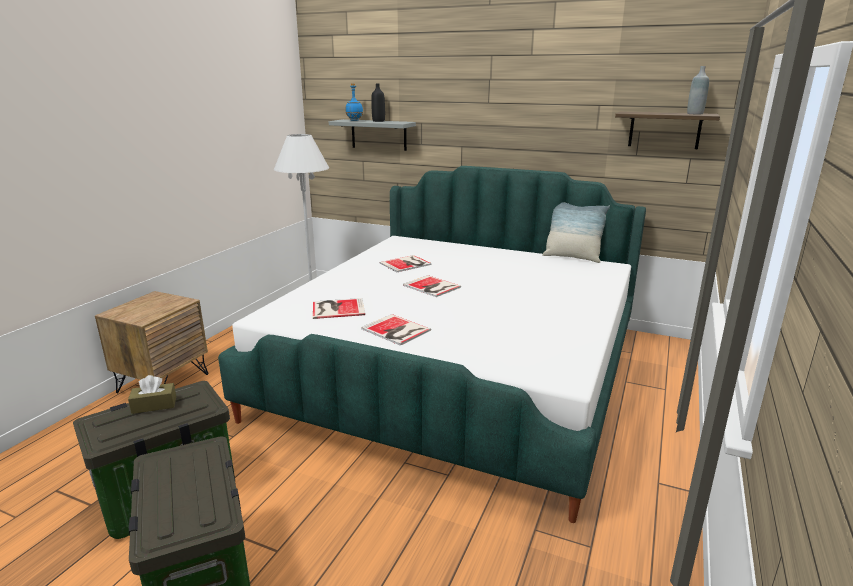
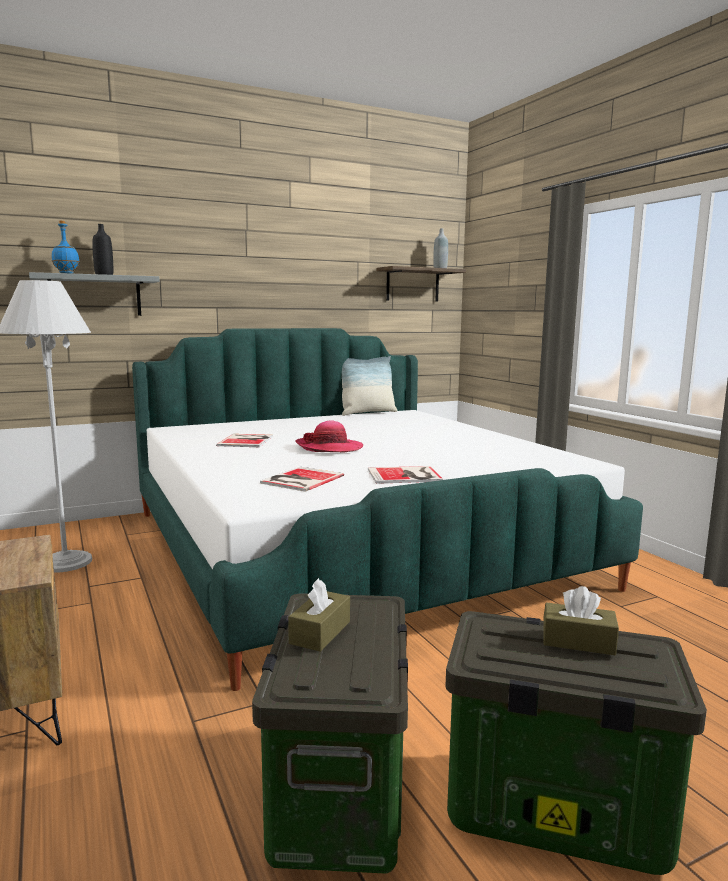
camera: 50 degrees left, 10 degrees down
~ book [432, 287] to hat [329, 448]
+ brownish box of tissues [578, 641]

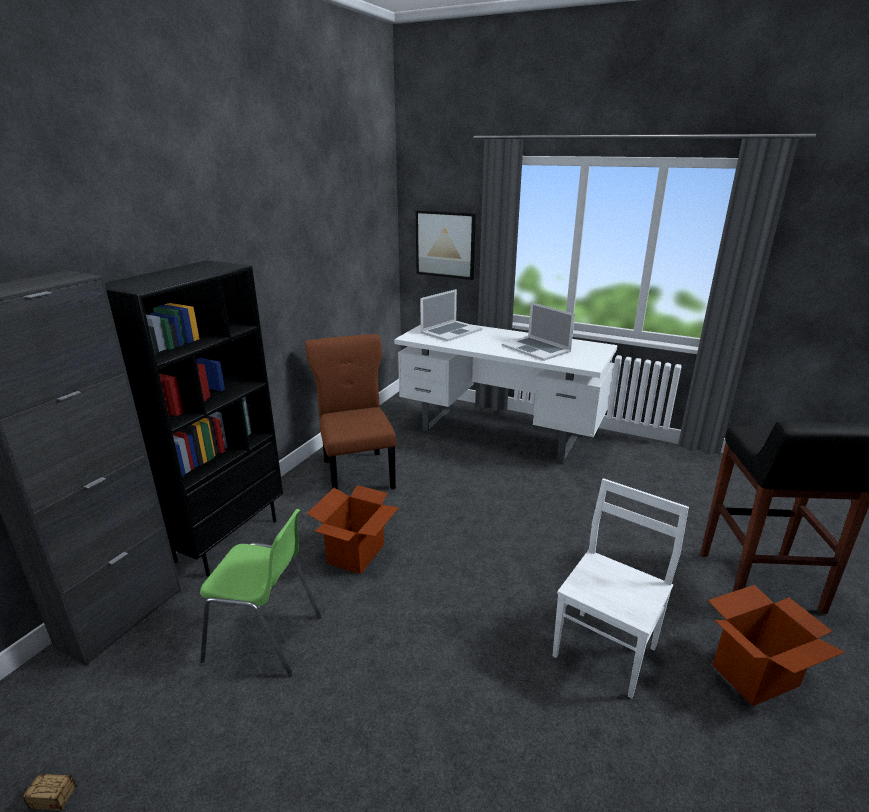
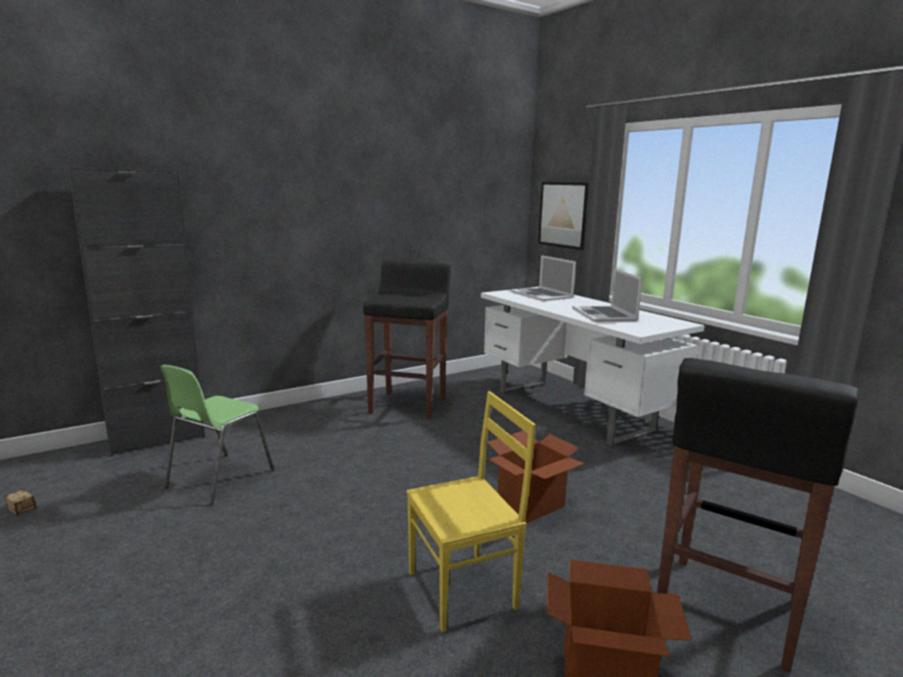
camera: 30 degrees right, 10 degrees down
~ green chair [265, 638] = [219, 479] 75 degrees clockwise
~ brownish chair [357, 472] to blackish stool seat [408, 405]
~ white-coloured chair [606, 651] to yellow chair [464, 590]
~ packing box [356, 554] to [530, 505]
~ portable computer [451, 331] = [542, 295] 75 degrees clockwise
- blackish bookcase [227, 539]

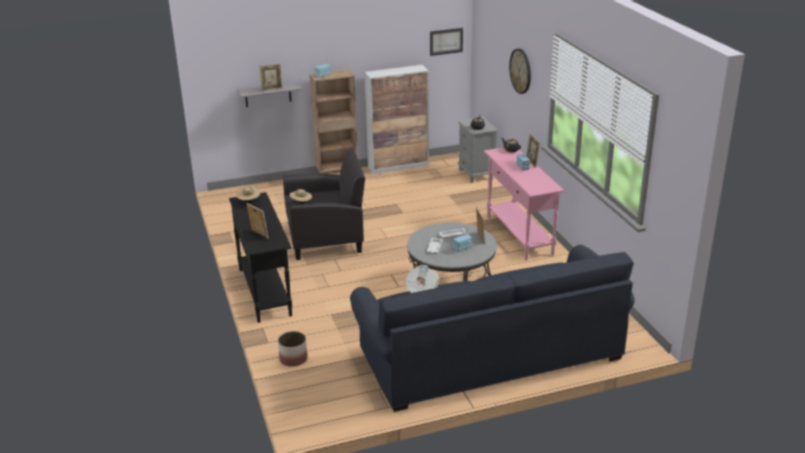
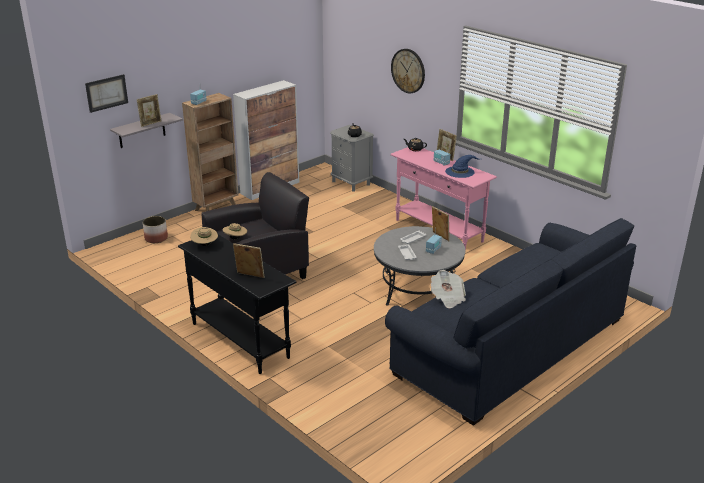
camera: 25 degrees left, 0 degrees up
~ wall art [446, 41] to [106, 93]
~ planter [293, 359] to [156, 238]
+ blue hat [460, 171]

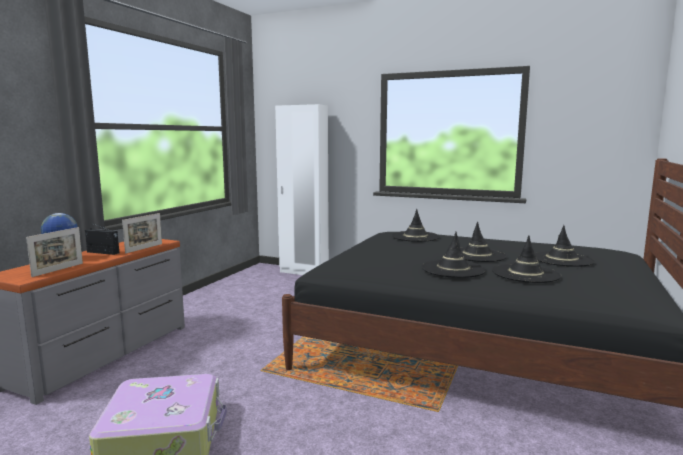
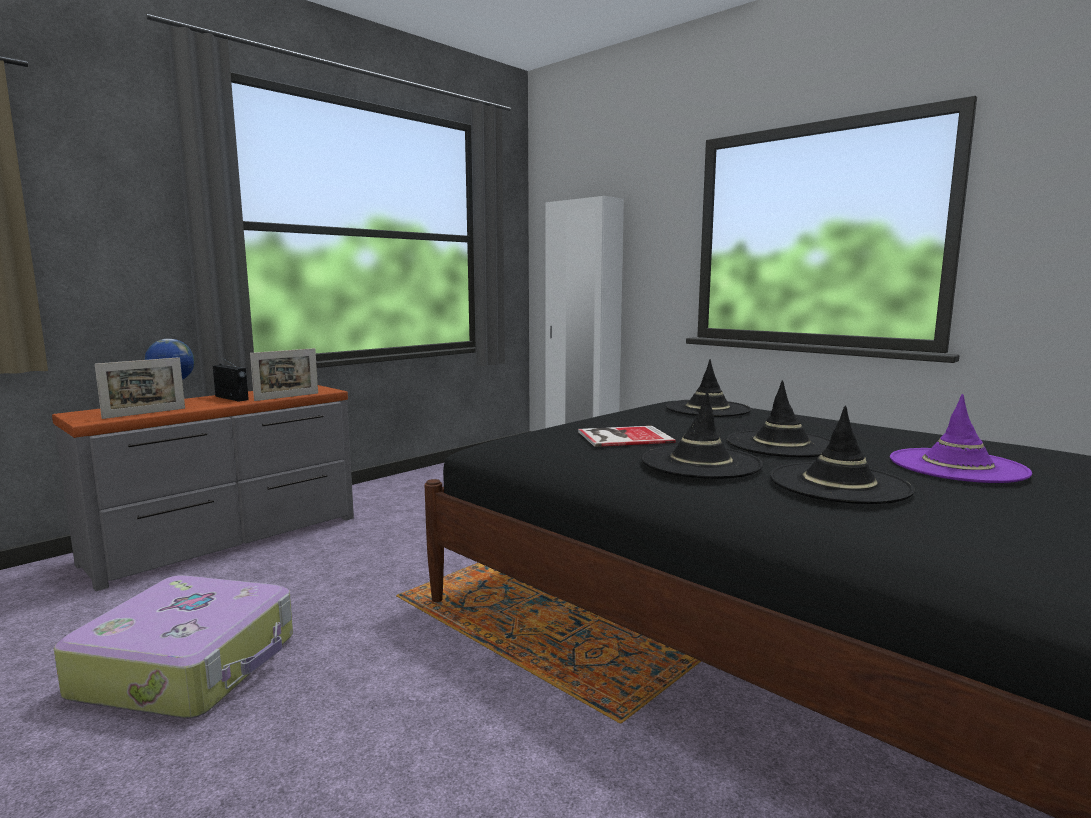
camera: 20 degrees right, 0 degrees up
+ book [622, 436]
~ blackish hat [562, 259] to purple hat [957, 466]

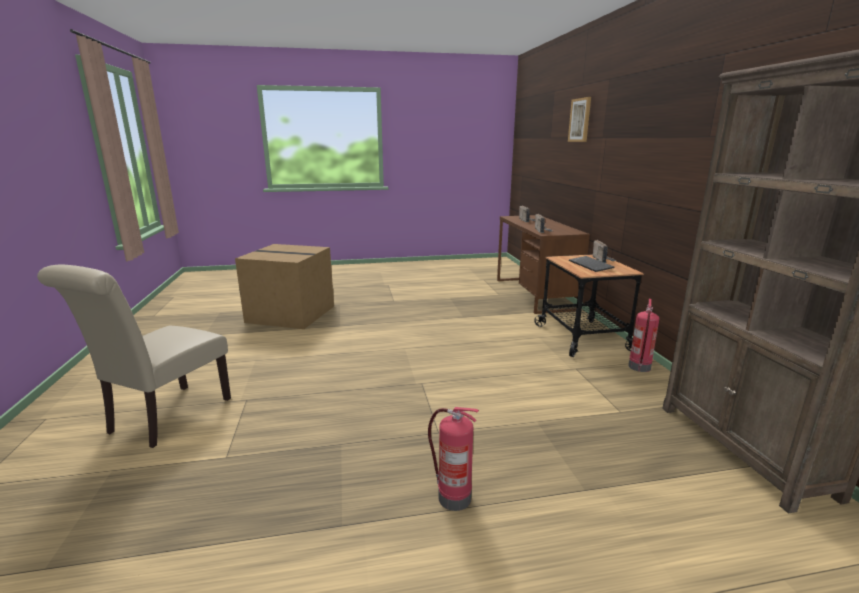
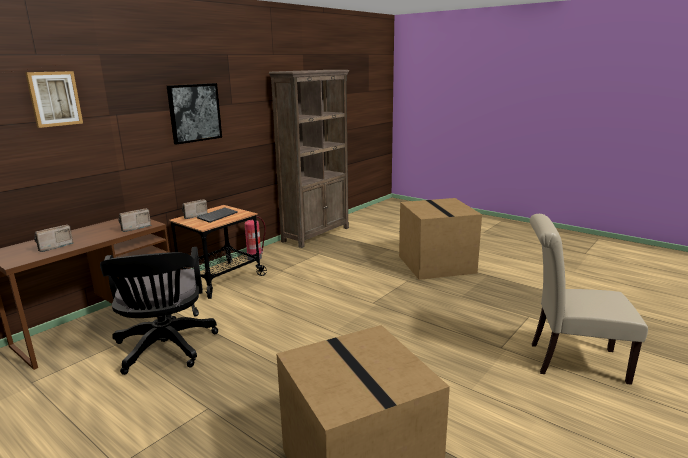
camera: 130 degrees left, 0 degrees up
+ blackish desk chair [165, 350]
+ wall art [194, 113]
~ fire extinguisher [452, 498] to packing box [437, 264]
~ beige chair [164, 418] = [570, 361] 150 degrees counterclockwise

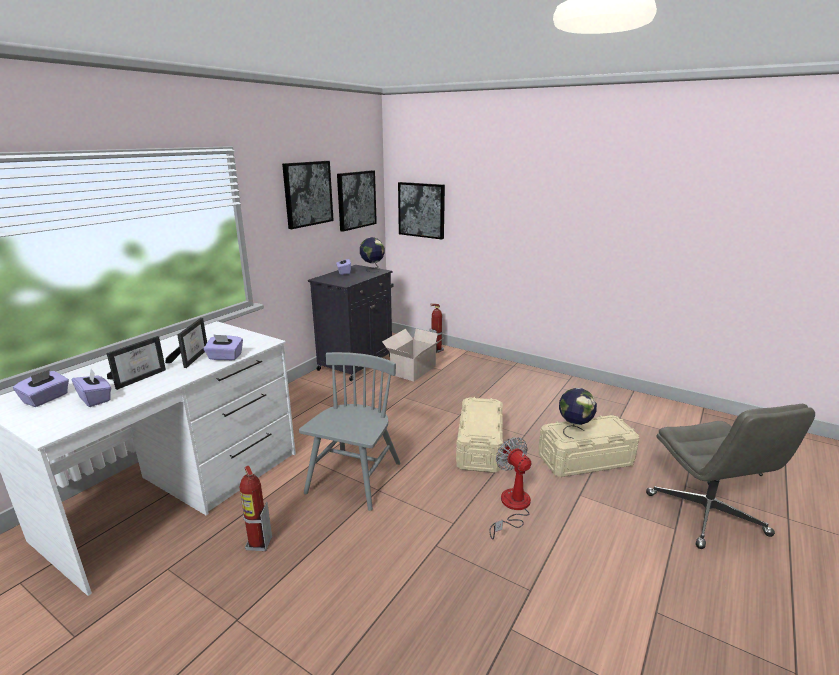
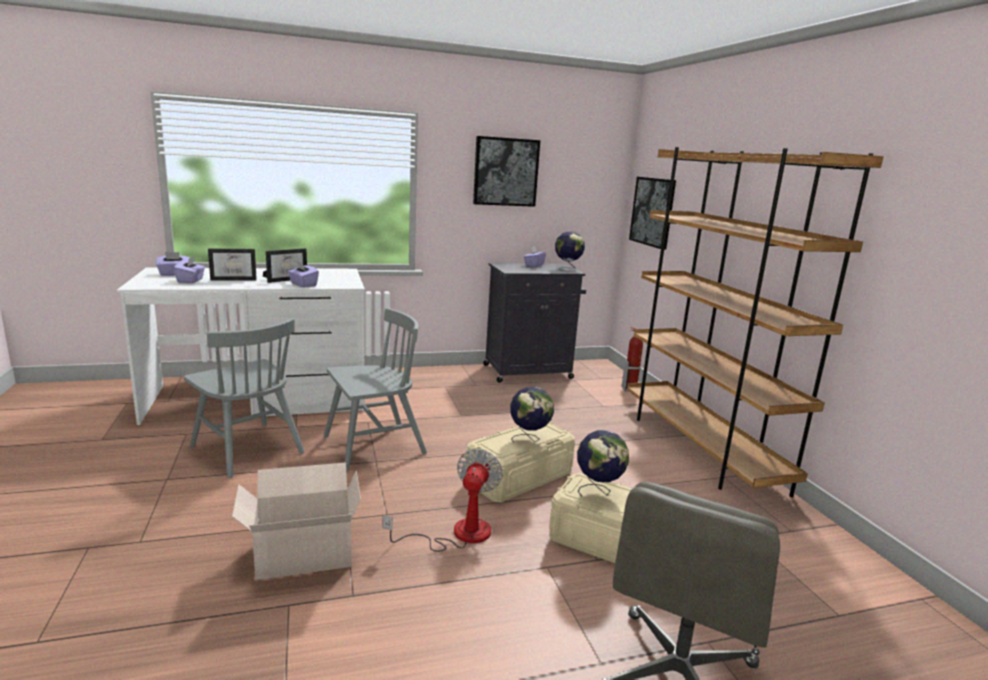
camera: 40 degrees right, 5 degrees down
~ fire extinguisher [258, 544] to gray chair [247, 449]
~ packing box [412, 370] to [301, 554]
+ world globe [529, 439]
+ brownish bookcase [700, 448]
- wall art [356, 200]

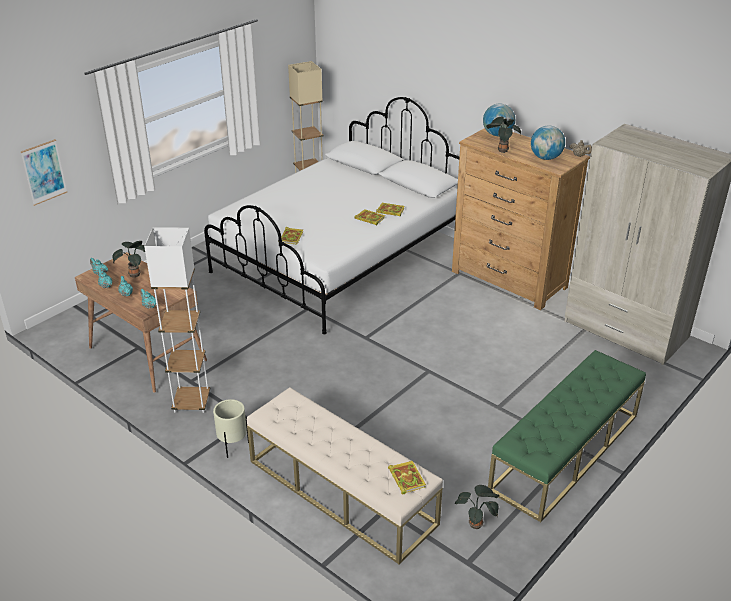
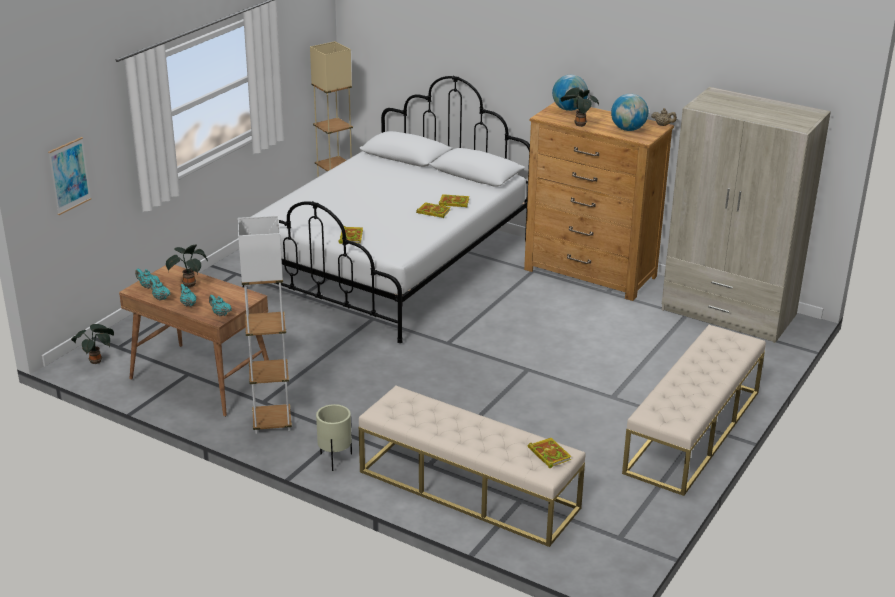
camera: 10 degrees left, 5 degrees down
~ potted plant [476, 524] to [97, 361]
~ green long seat [565, 452] to beige long seat [693, 431]

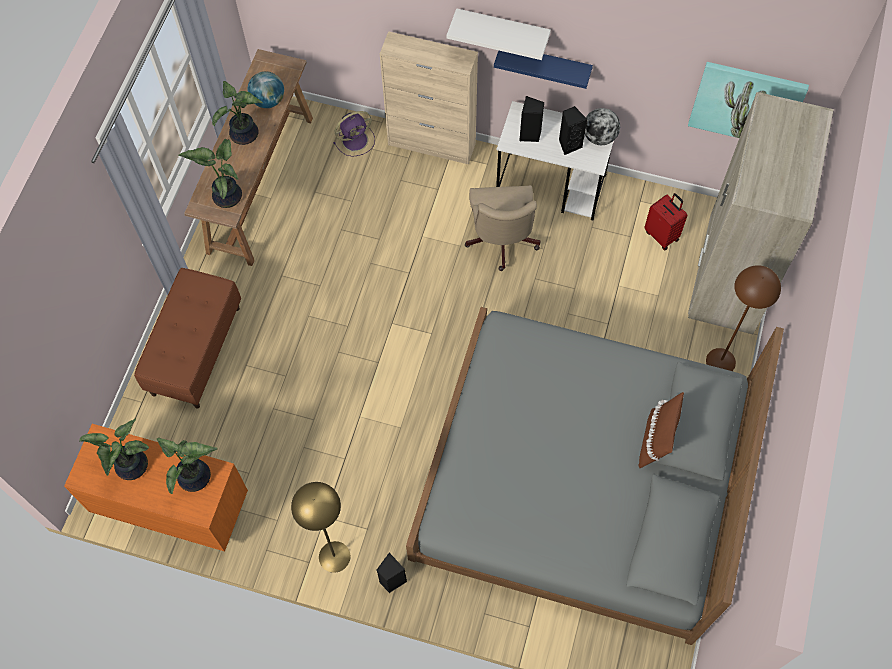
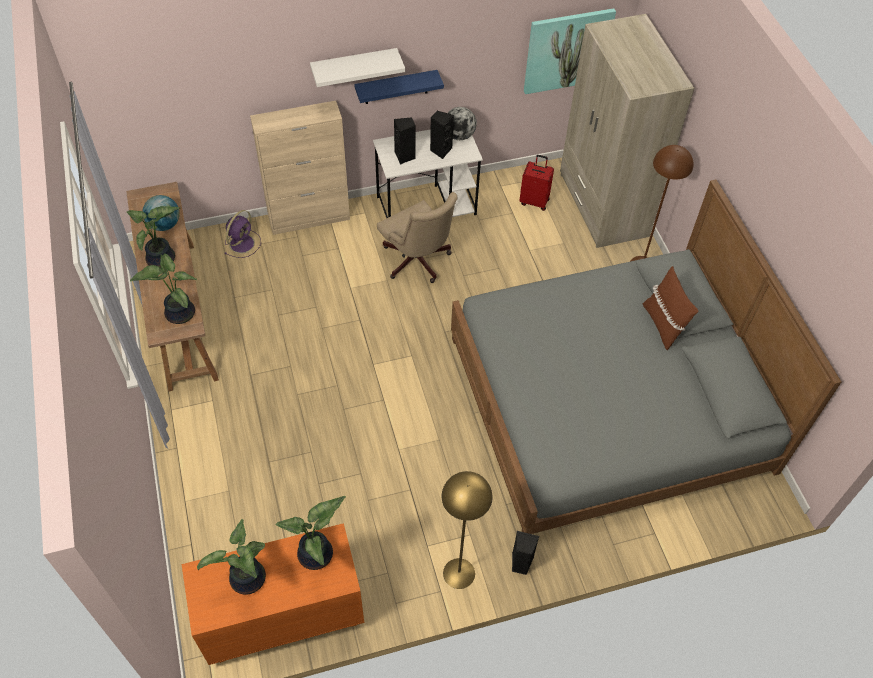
camera: 35 degrees left, 10 degrees down
- brownish long seat [196, 350]

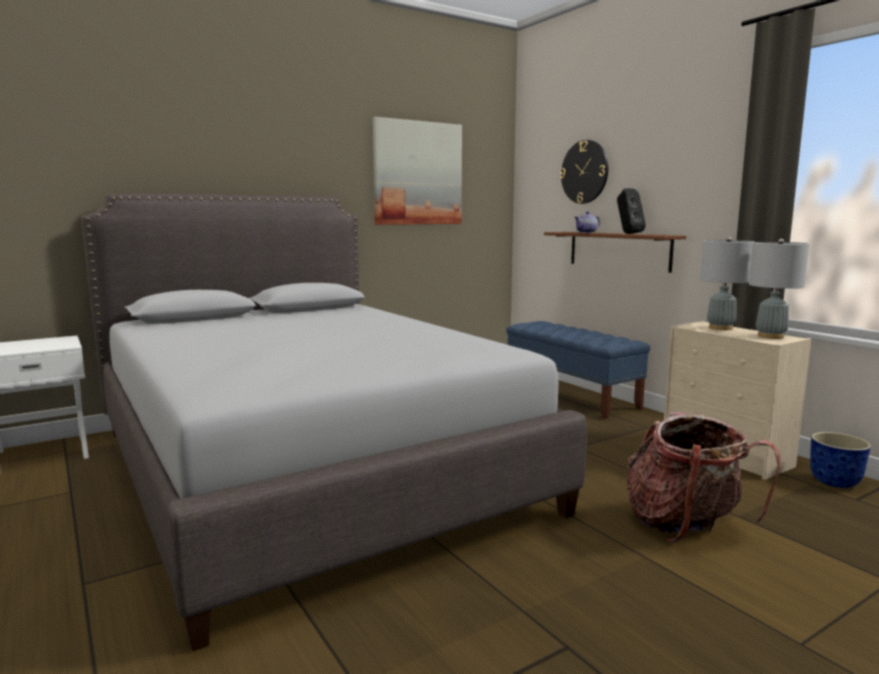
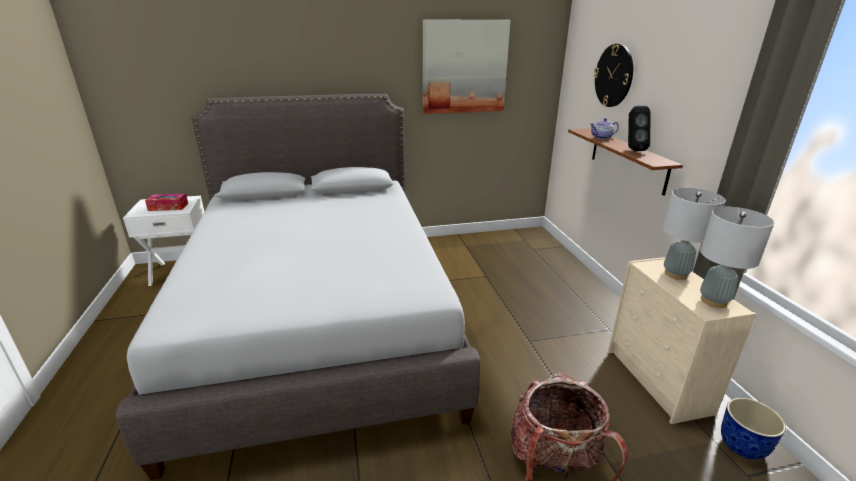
camera: 20 degrees right, 15 degrees up
+ box of tissues [168, 207]
- blue long seat [571, 396]

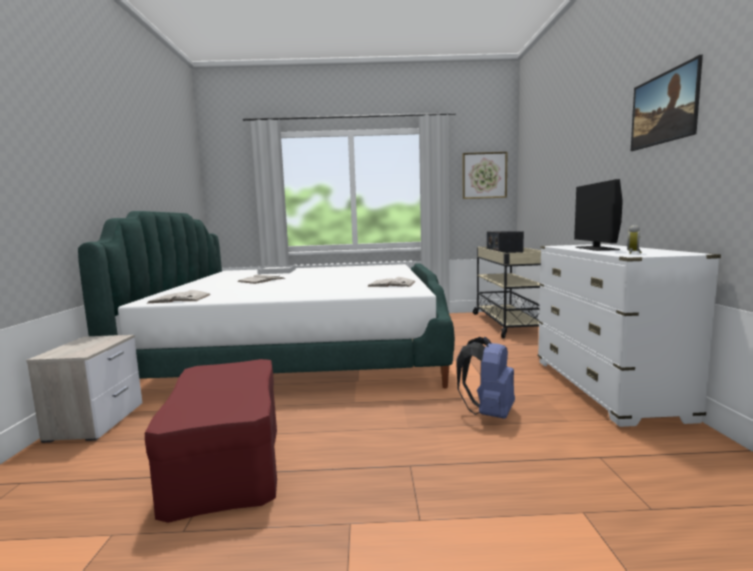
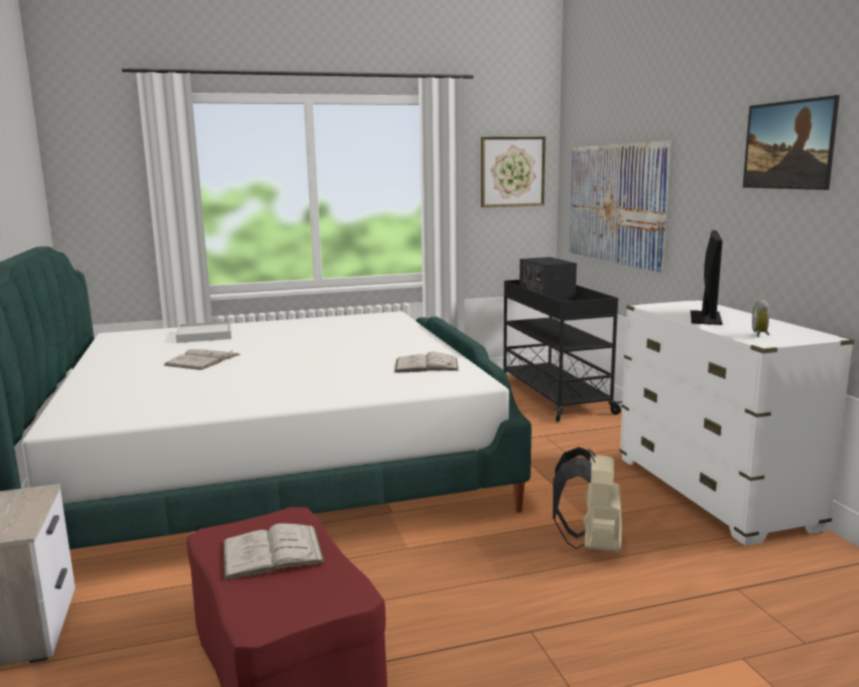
camera: 15 degrees left, 5 degrees up
~ white-coloured book [180, 298] to [272, 552]
~ beige cart [507, 323] to blackish cart [552, 395]
~ blue rucksack [489, 413] to beige rucksack [591, 544]
+ wall art [615, 203]
~ computer display [596, 248] = [705, 317] 150 degrees counterclockwise

